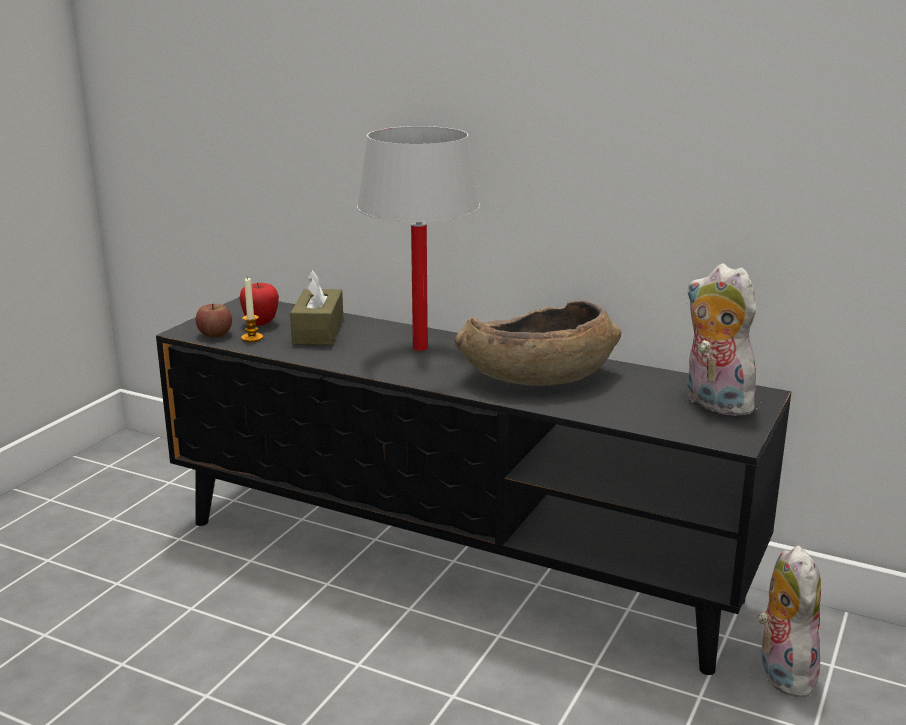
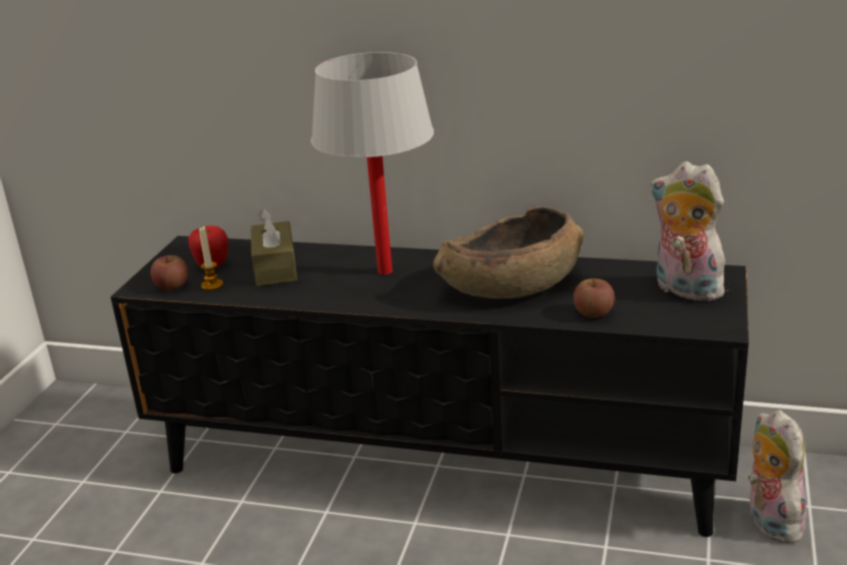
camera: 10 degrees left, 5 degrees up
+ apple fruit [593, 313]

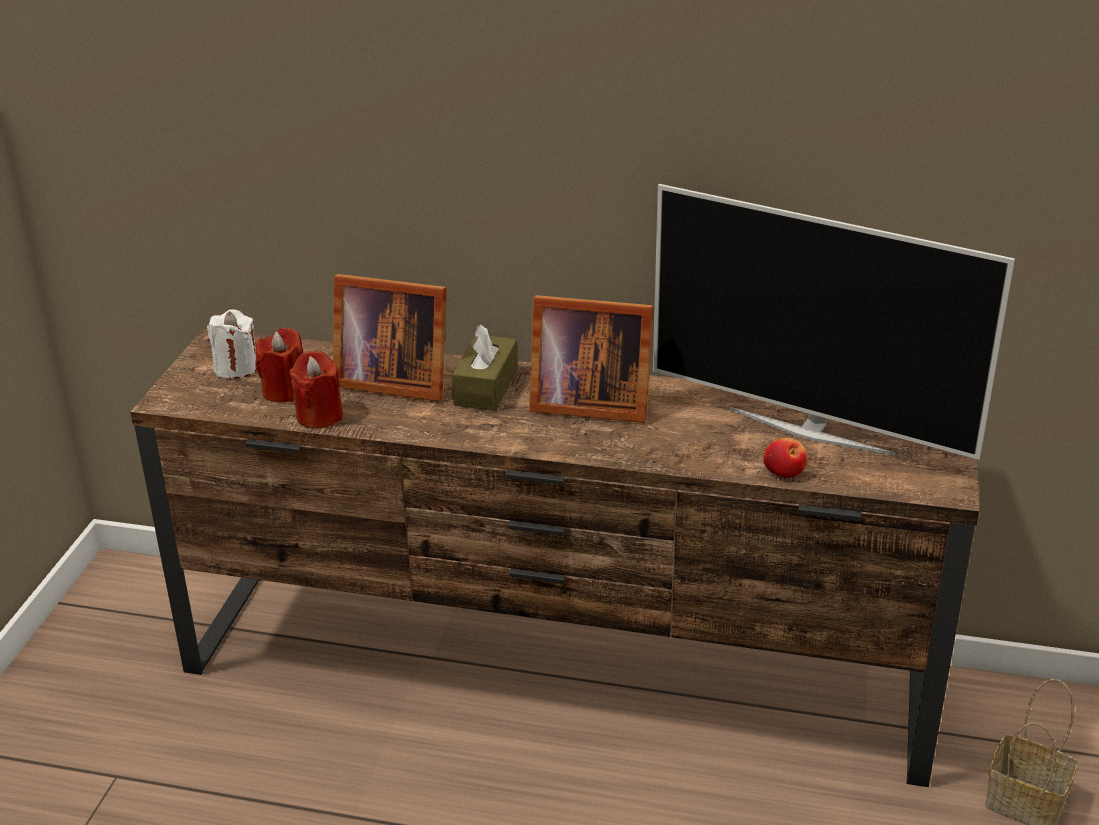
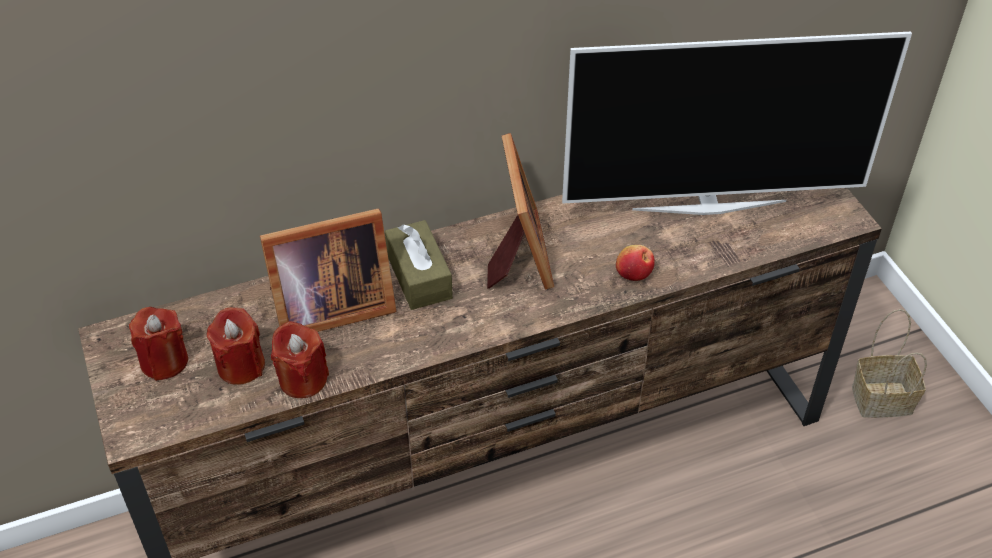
camera: 35 degrees left, 15 degrees up
~ white-coloured wax candle [236, 368] to red wax candle [164, 361]
~ picture frame [586, 403] = [518, 255] 75 degrees counterclockwise
~ apple fruit [784, 471] to [633, 273]

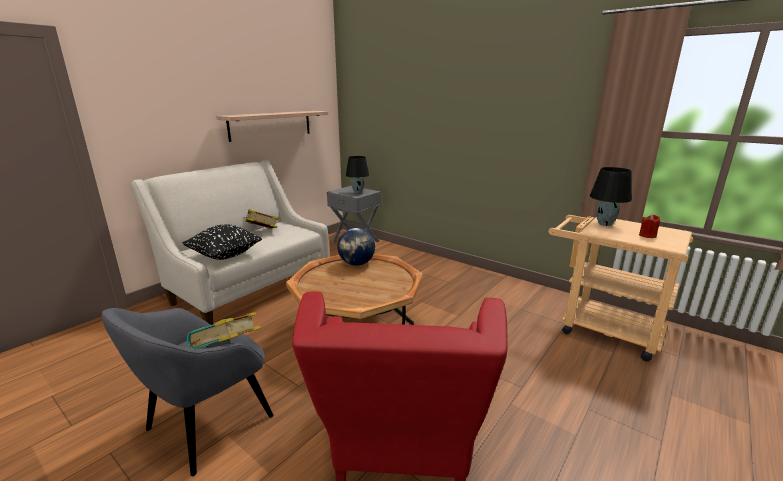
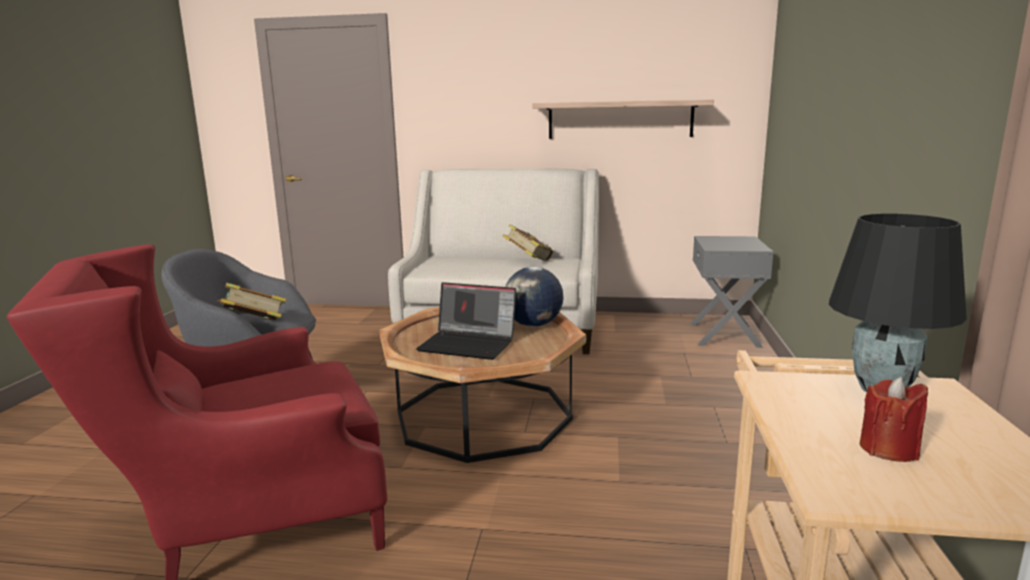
camera: 60 degrees right, 5 degrees down
+ portable computer [469, 344]
- blackish pillow [225, 255]
- blackish lamp for a table [358, 192]

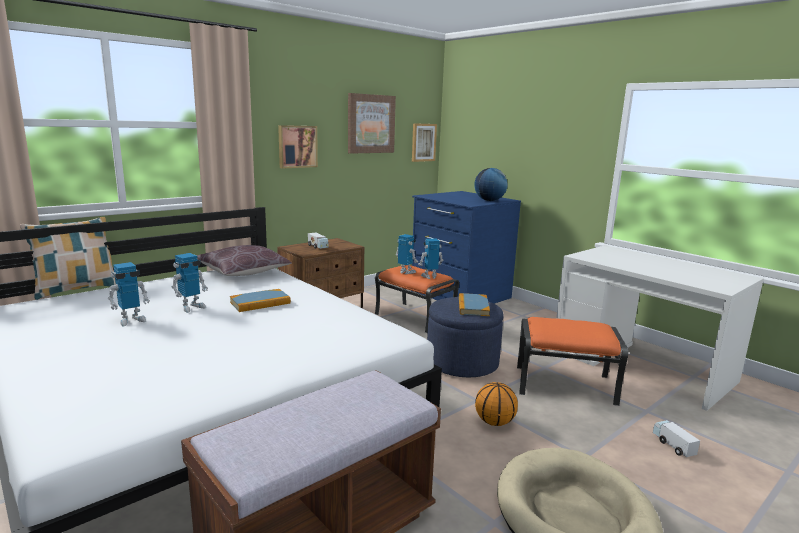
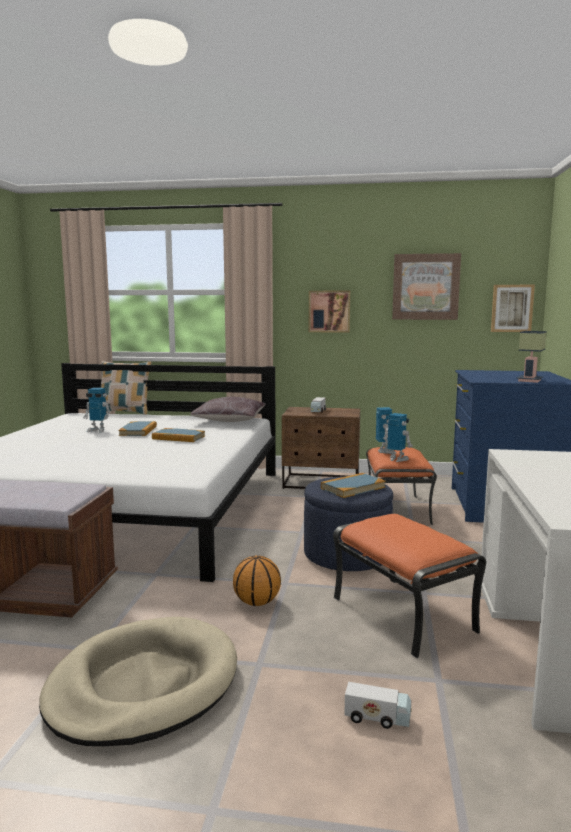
camera: 50 degrees right, 5 degrees down
~ robot figure [191, 307] to book [138, 431]
~ model truck [673, 445] = [377, 718] 75 degrees clockwise
~ world globe [489, 200] to lamp for a table [528, 380]

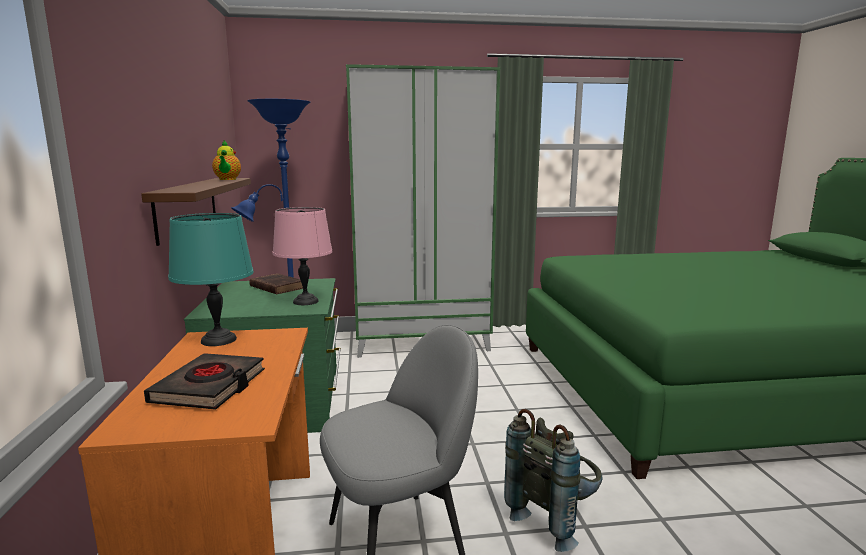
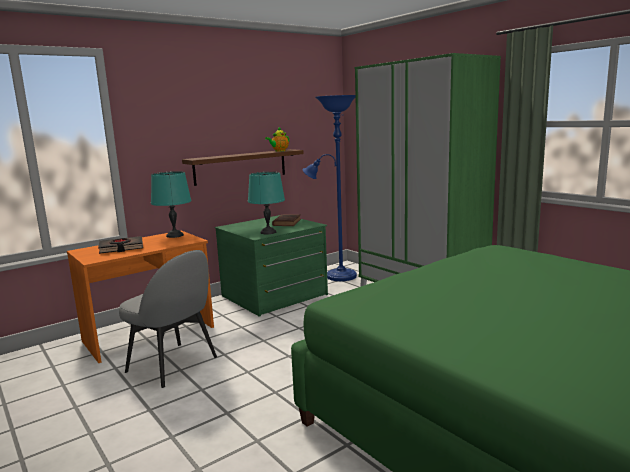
camera: 60 degrees right, 0 degrees up
~ pink-coloured lamp for a table [305, 302] to turquoise lamp for a table [268, 232]
- gray rucksack [554, 518]

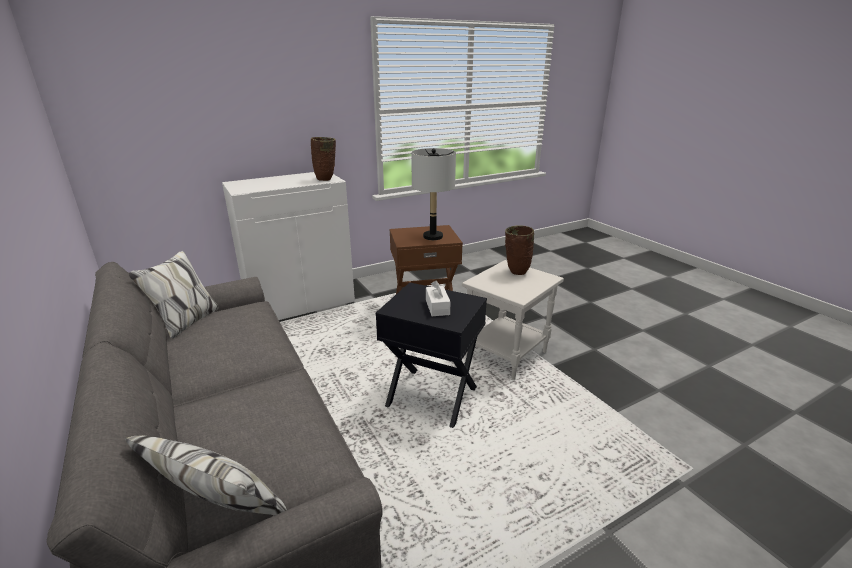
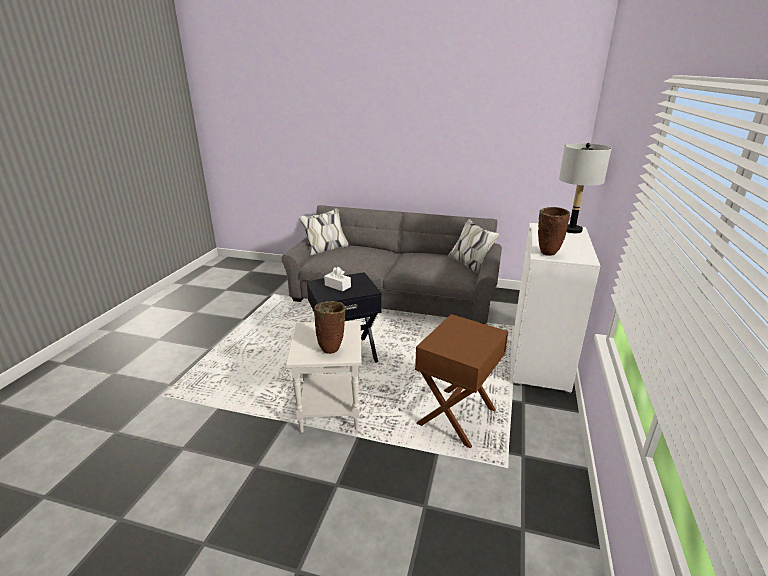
camera: 135 degrees right, 0 degrees up
~ gray lamp for a table [432, 237] to [571, 230]

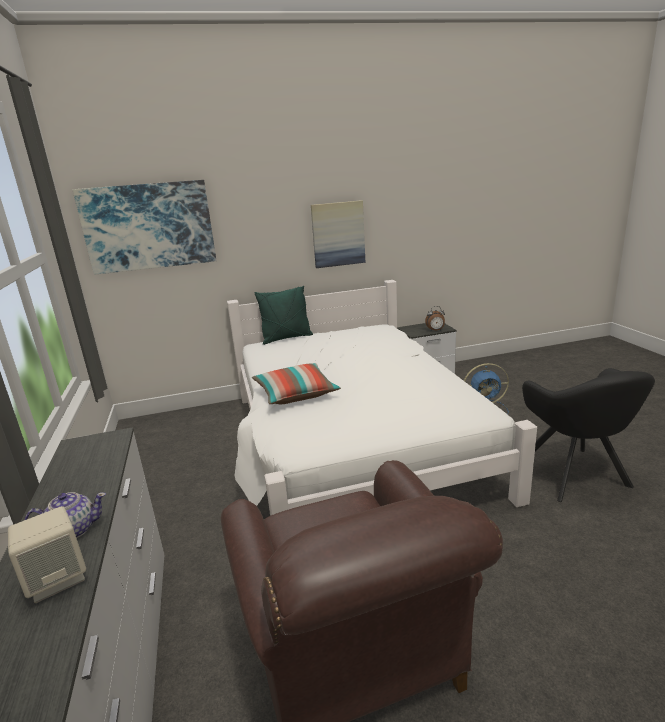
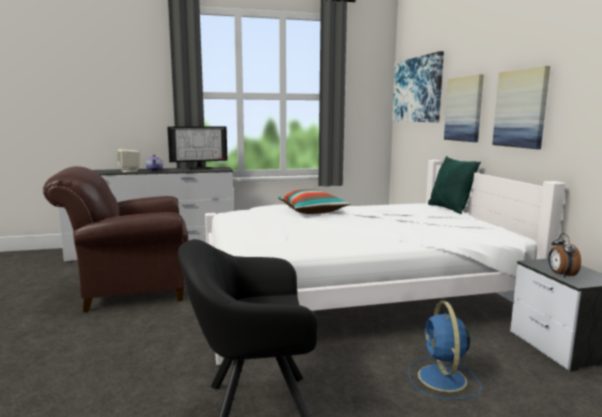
camera: 90 degrees right, 10 degrees down
+ computer display [200, 168]
+ wall art [464, 109]

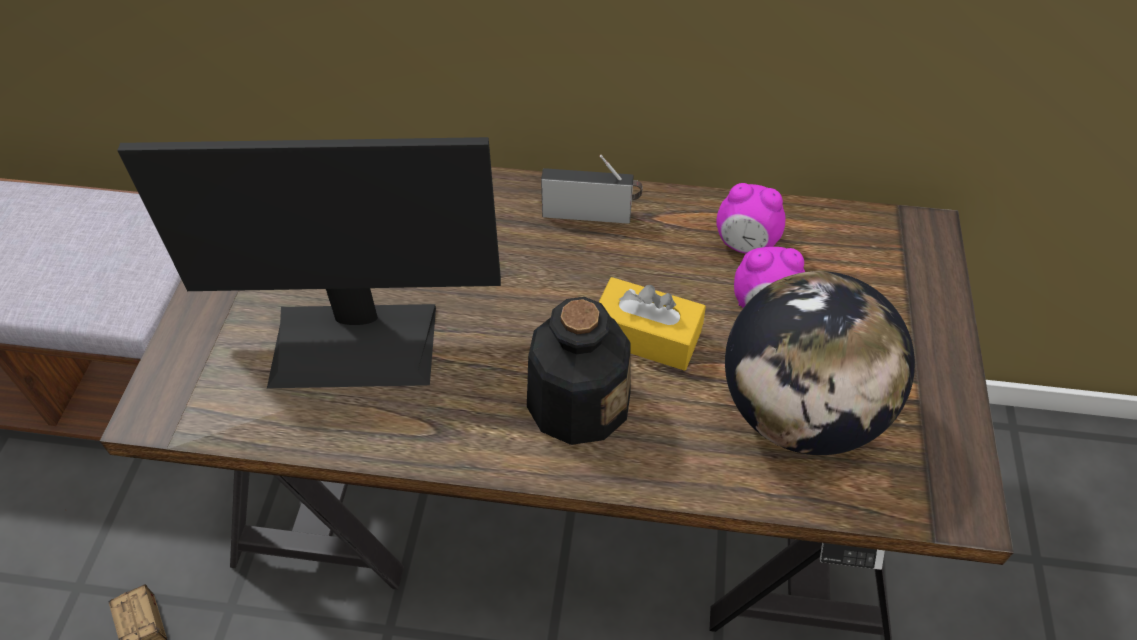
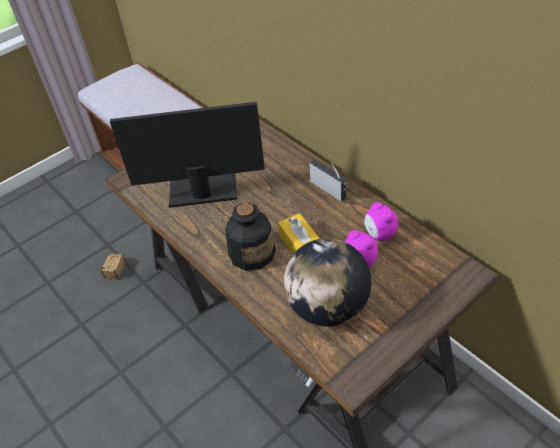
camera: 45 degrees right, 5 degrees down
~ computer display [356, 342] = [202, 190] 135 degrees clockwise

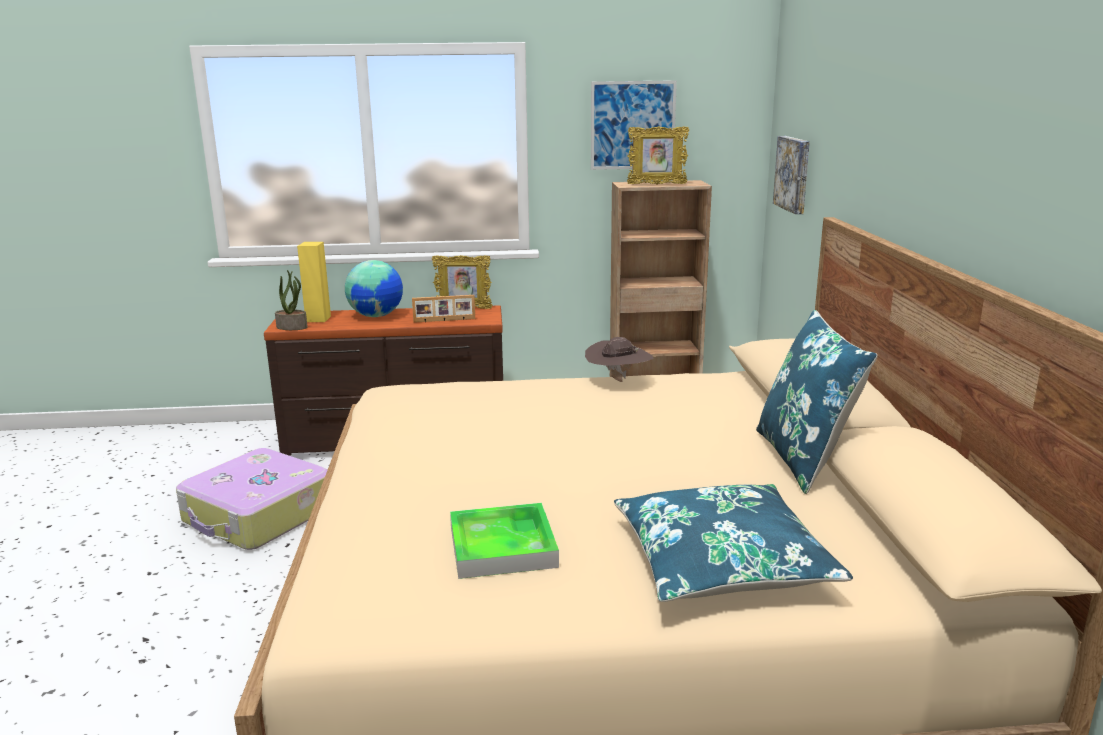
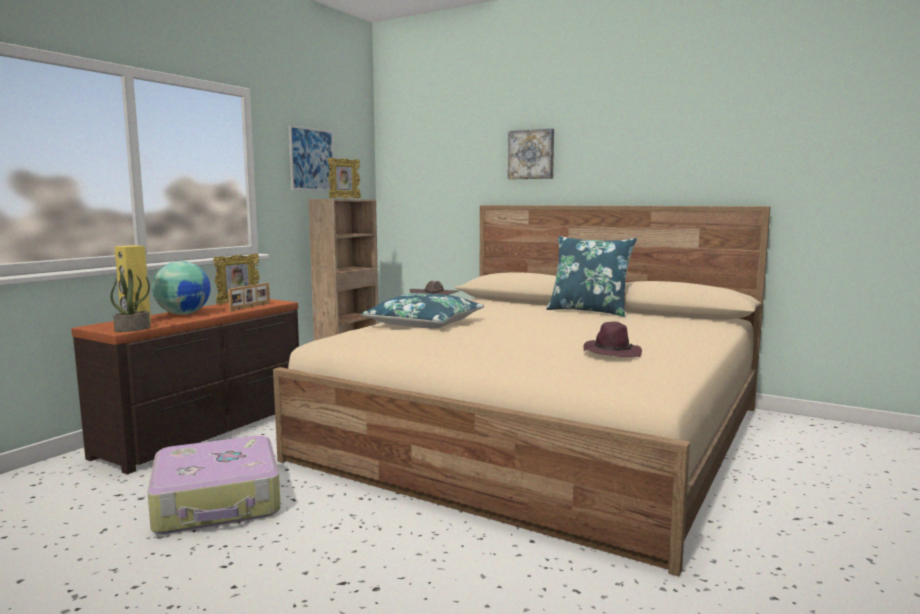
camera: 55 degrees left, 10 degrees down
~ blue pillow [721, 562] to [424, 324]
~ wall art [794, 174] to [531, 154]
~ carrying tray [502, 547] to purple hat [611, 353]

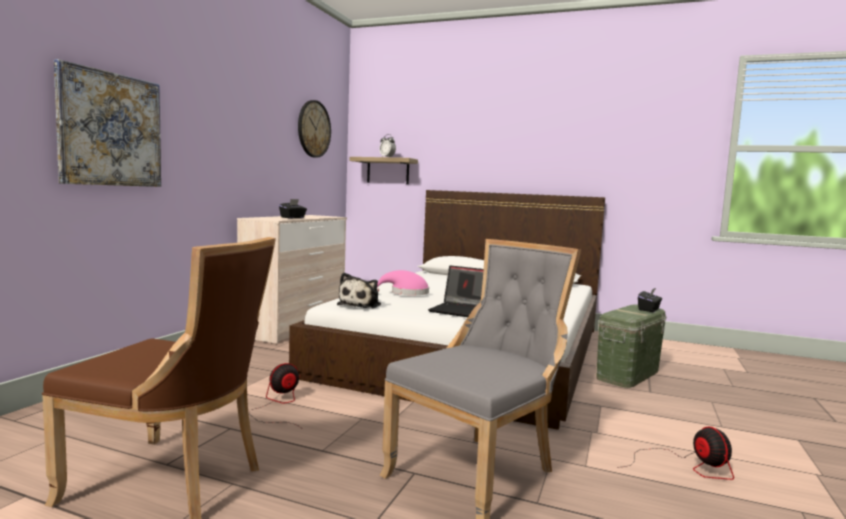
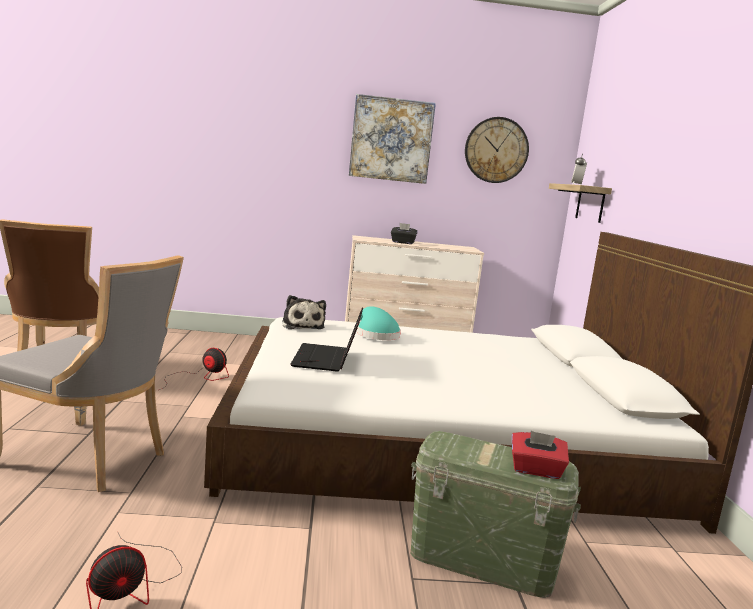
camera: 65 degrees right, 5 degrees up
~ plush toy [361, 305] = [302, 325] 105 degrees counterclockwise
~ wall art [110, 129] to [391, 139]
~ pink-coloured hat [406, 293] to turquoise hat [375, 334]
~ blackish box of tissues [649, 309] to red box of tissues [536, 470]

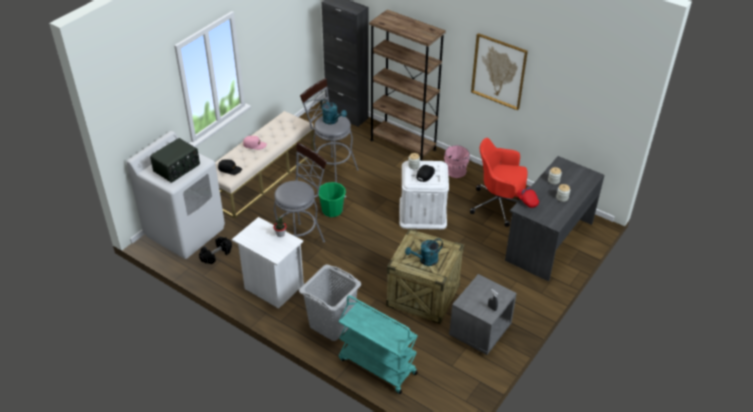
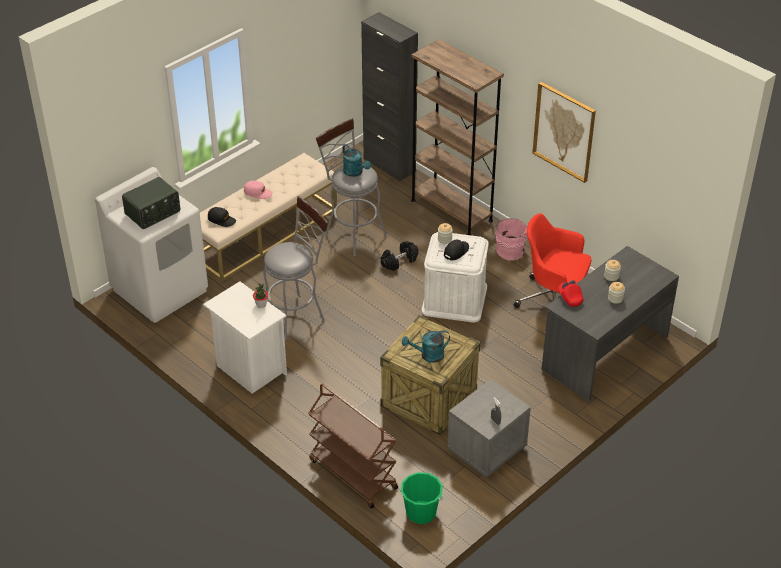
camera: 10 degrees right, 0 degrees up
~ turquoise cart [377, 366] to brownish cart [352, 474]
~ blackish hand weight [216, 255] to [399, 261]
~ green pail [332, 210] to [421, 512]
- gray laundry basket [332, 324]

